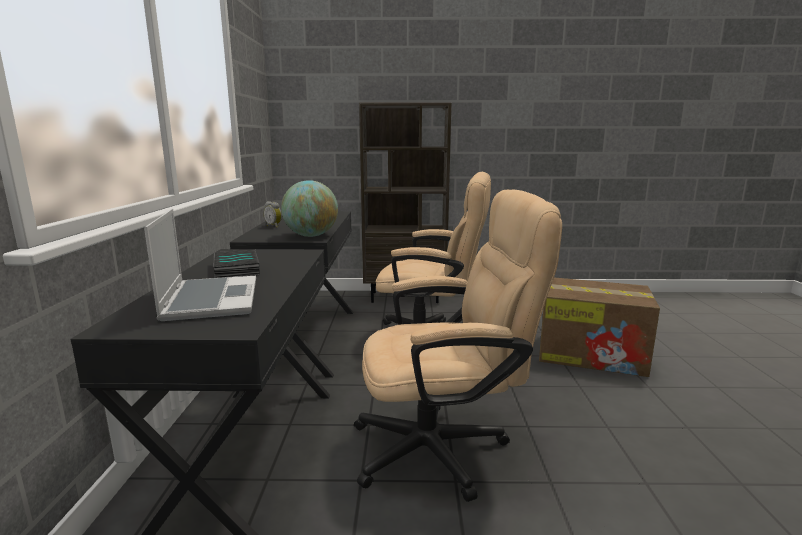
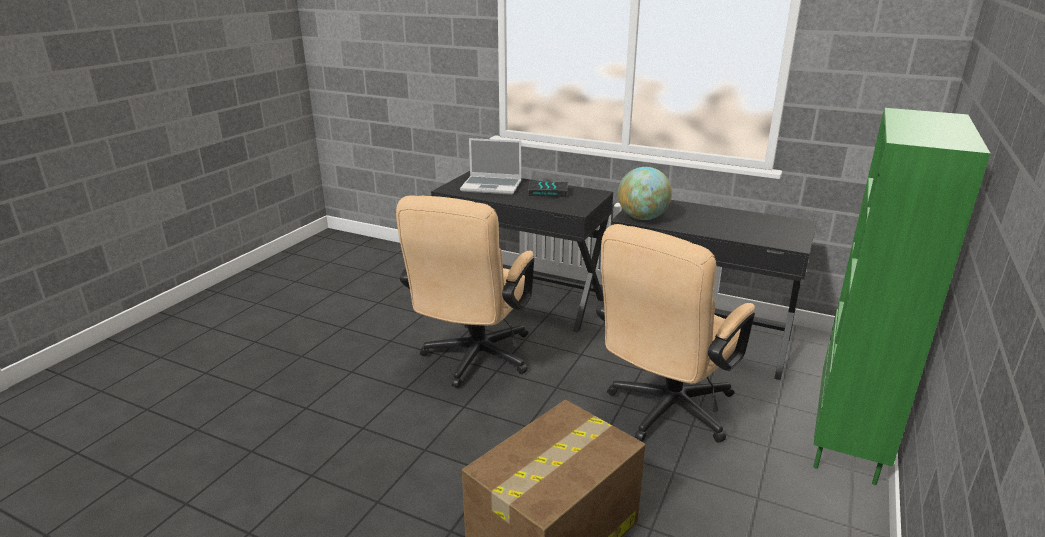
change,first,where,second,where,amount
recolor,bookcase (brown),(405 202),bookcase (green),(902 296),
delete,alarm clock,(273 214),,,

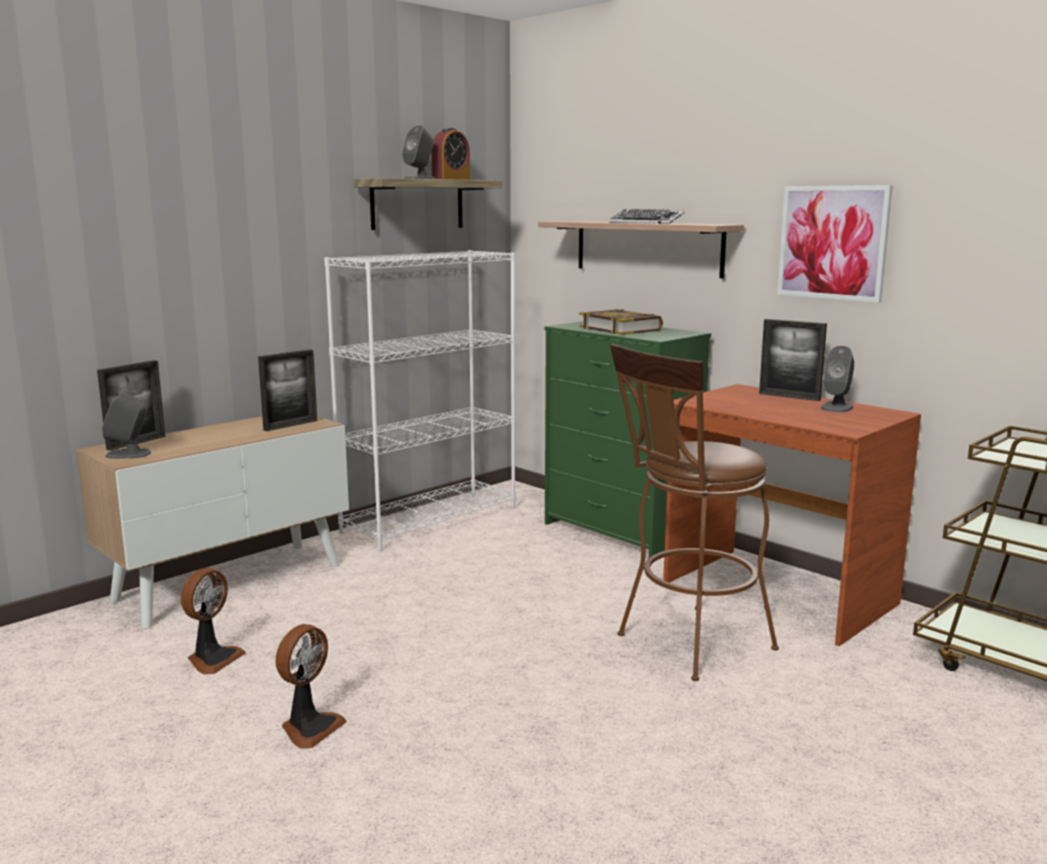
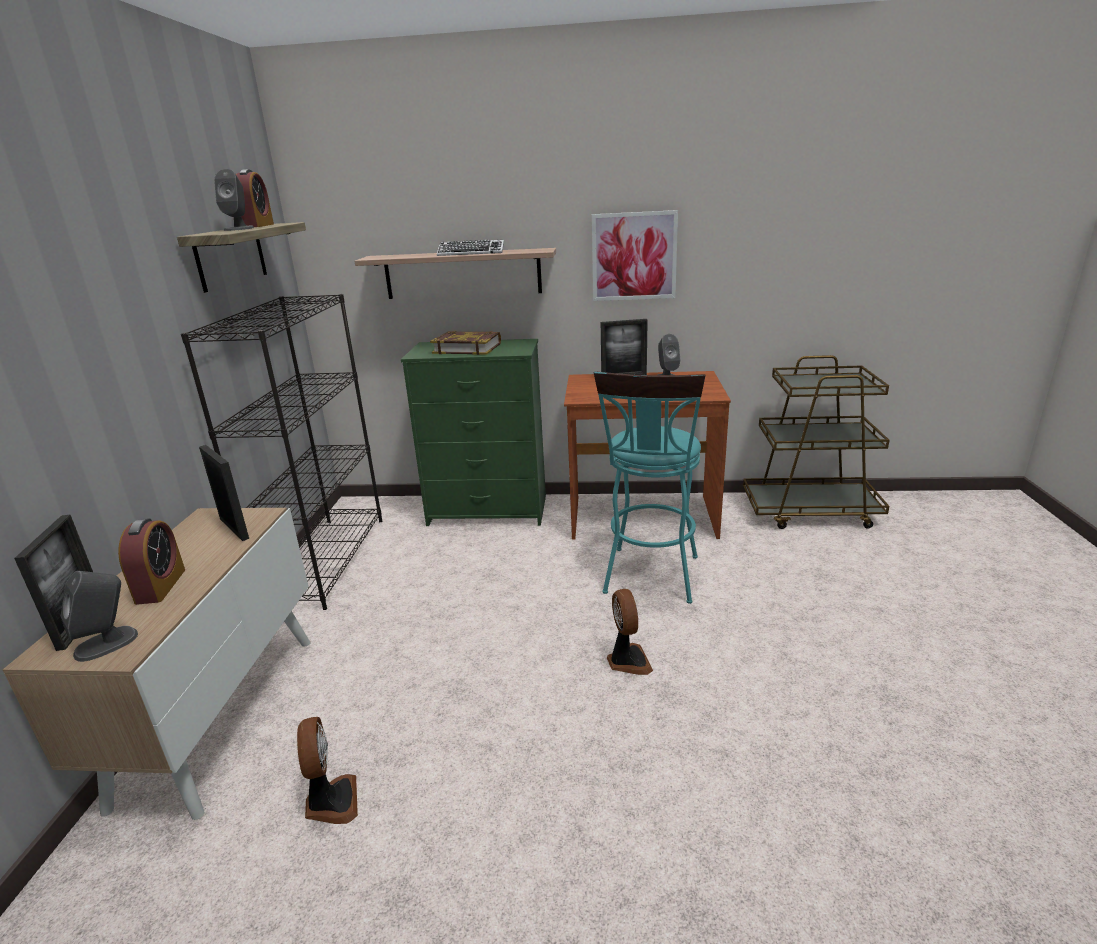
change,first,where,second,where,amount
recolor,bookcase (white),(420 400),bookcase (black),(281 452),
recolor,stool (brown),(694 512),stool (turquoise),(649 487),
rotate,picture frame,(287 390),,(224 493),45 degrees counterclockwise
move,fan,(311 686),,(630 632),
insert,,,alarm clock,(151 561),

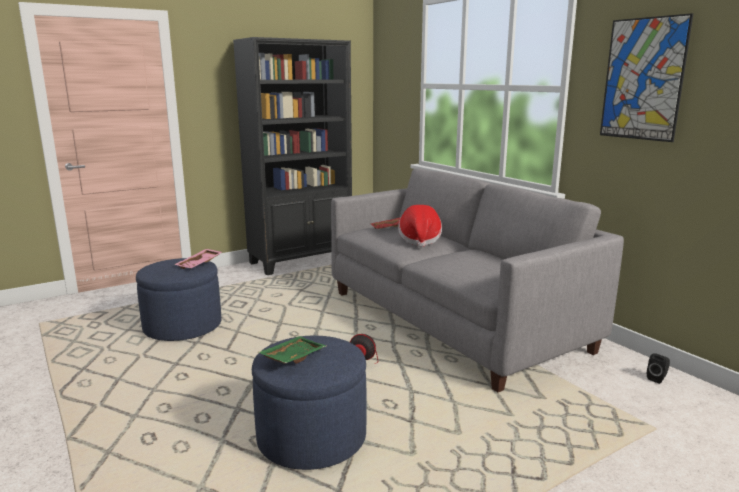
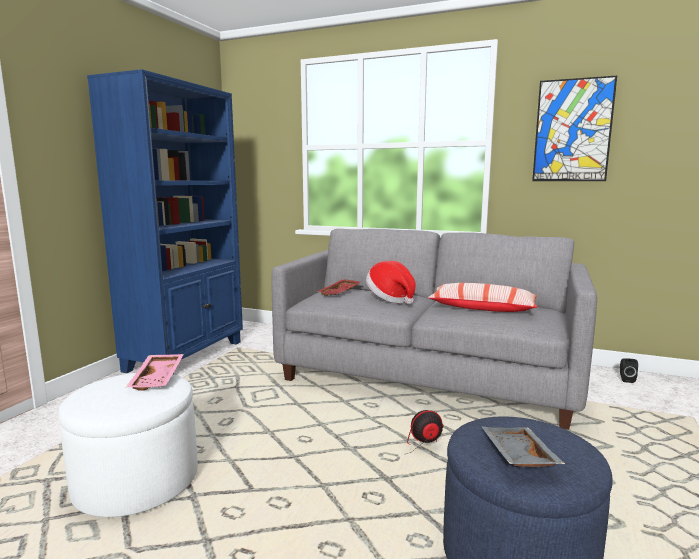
change,first,where,second,where,amount
recolor,bookcase (black),(292 156),bookcase (blue),(165 221),
recolor,ottoman (blue),(178 299),ottoman (white),(128 445),
recolor,tray (green),(292 350),tray (grey),(523 447),
insert,,,pillow,(482 297),

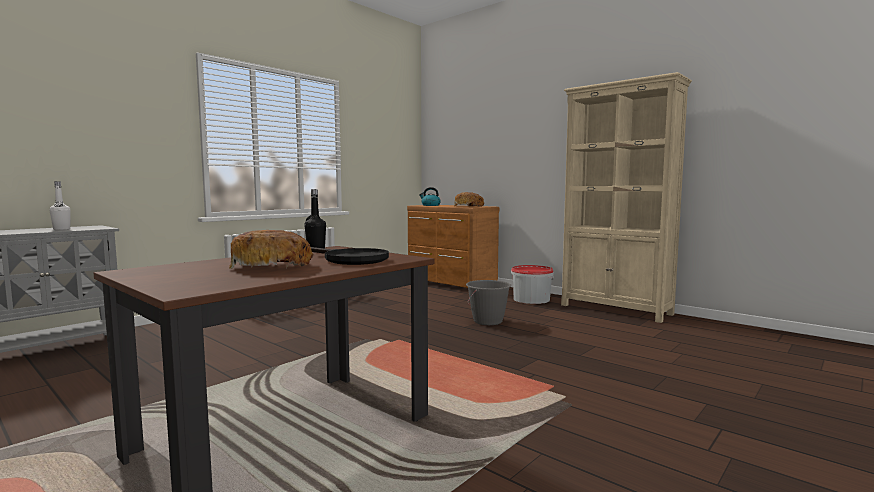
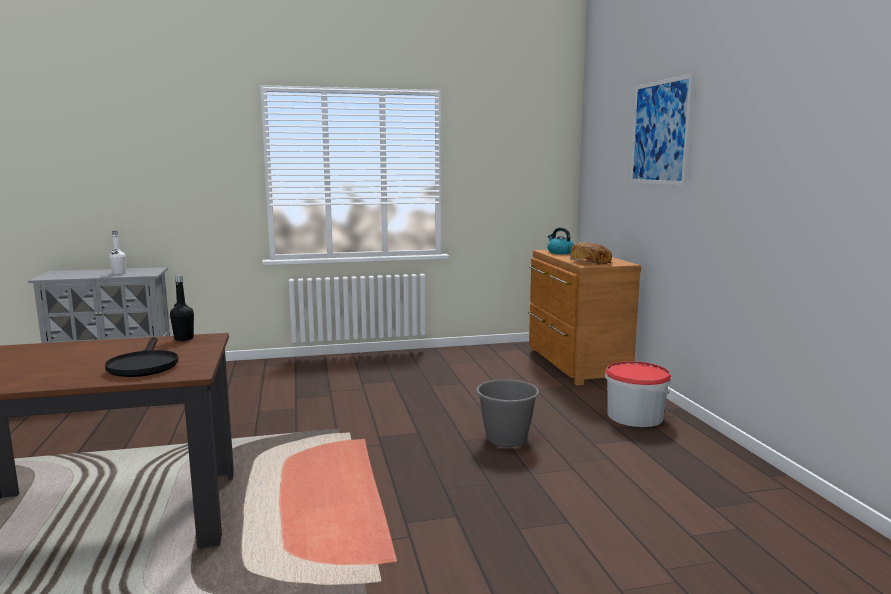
change,first,where,second,where,amount
delete,bookcase (beige),(626 197),,,
delete,bread,(271 249),,,
insert,,,picture,(662 129),

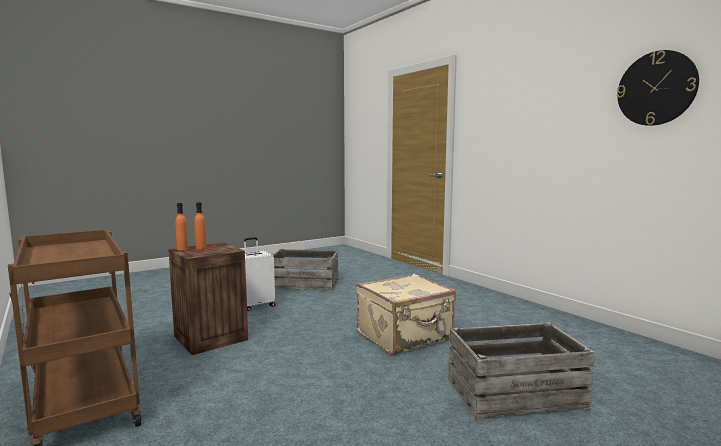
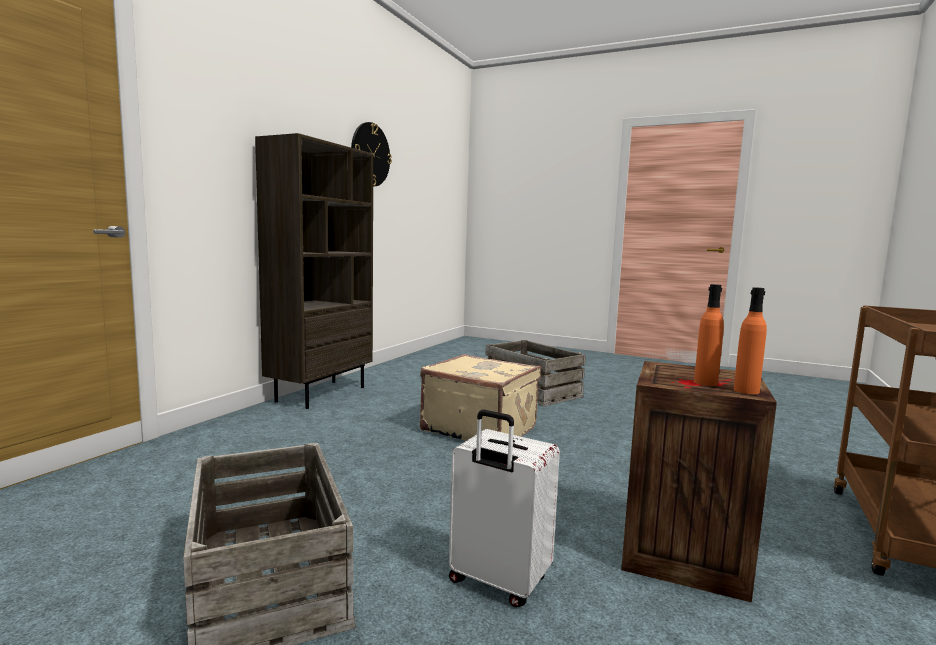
change,first,where,second,where,amount
insert,,,bookcase (brown),(314 271),

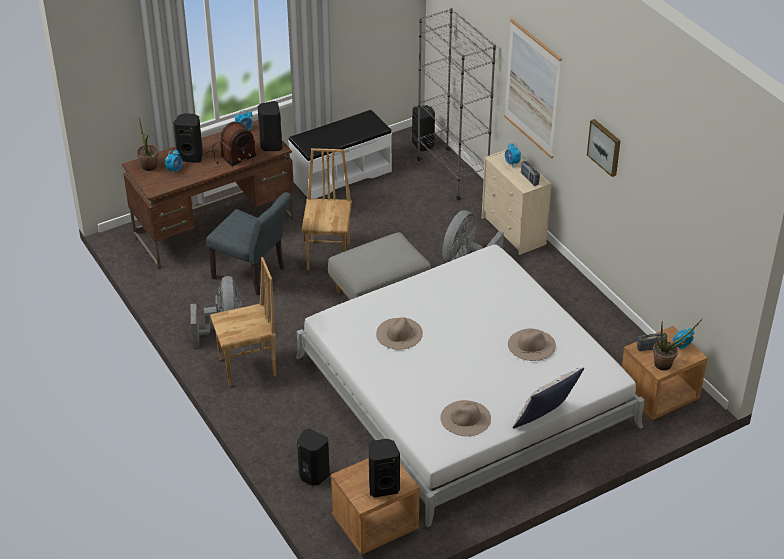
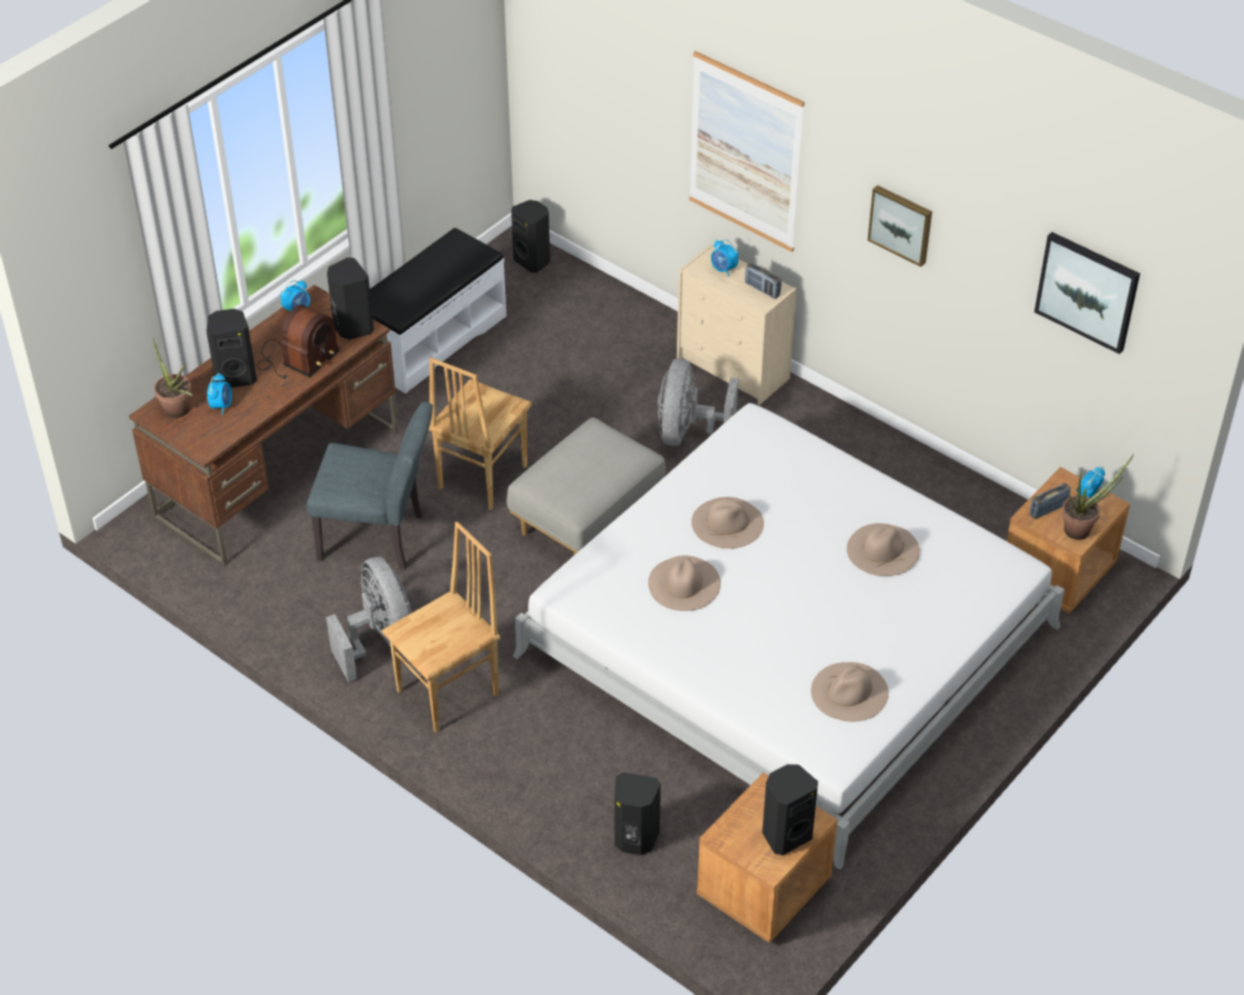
change,first,where,second,where,amount
delete,bookcase (grey),(456 104),,,
rotate,chair (brown),(327 209),,(480 434),135 degrees counterclockwise
delete,pillow,(548 397),,,
insert,,,picture,(1087 293),
insert,,,hat (beige),(727 523),

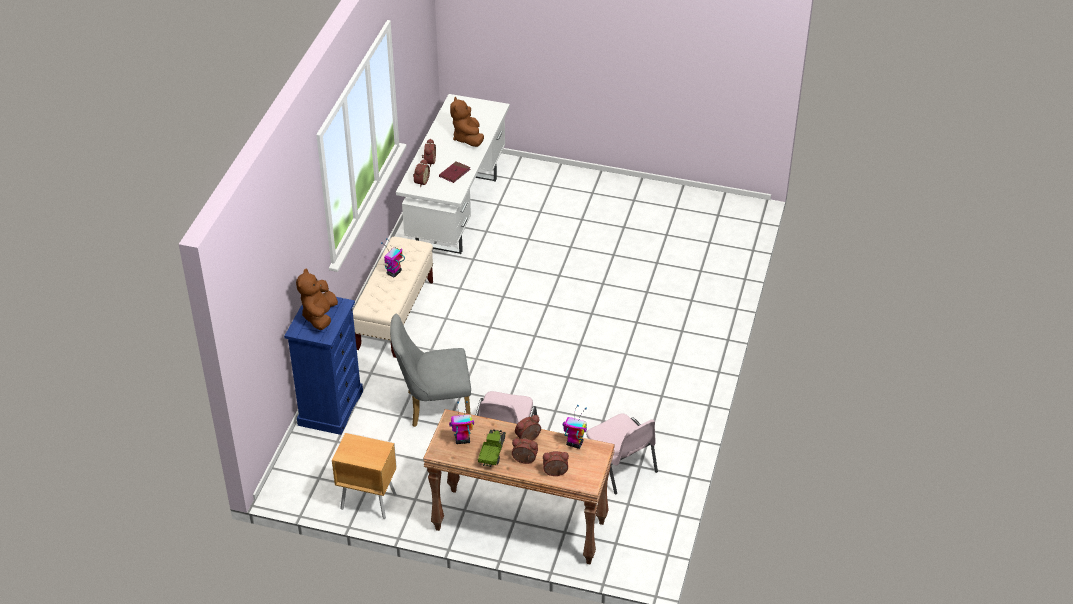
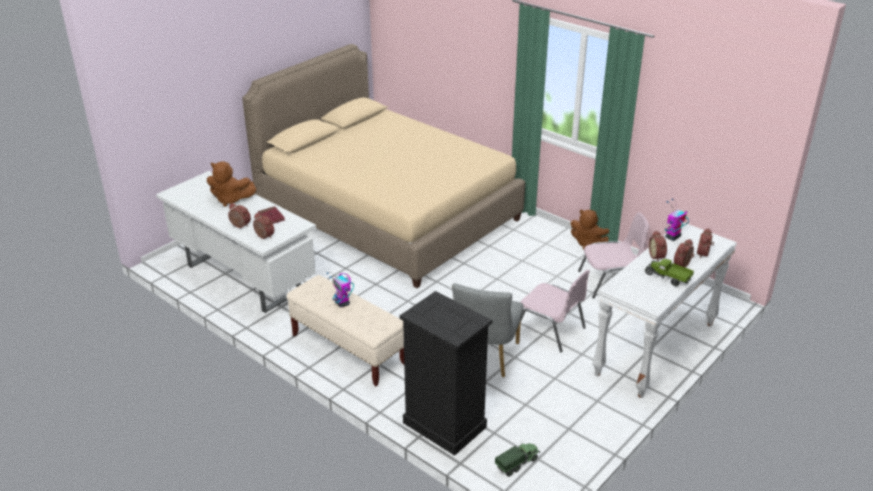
change,first,where,second,where,amount
move,plush toy (brown),(317 299),,(589 229),
recolor,dresser (blue),(323 366),dresser (black),(446 373),
delete,toy robot,(461 422),,,
recolor,console table (brown),(519 486),console table (white),(664 310),
delete,nightstand (brown),(364 475),,,
insert,,,bed (beige),(383 166),
insert,,,toy truck,(518 459),

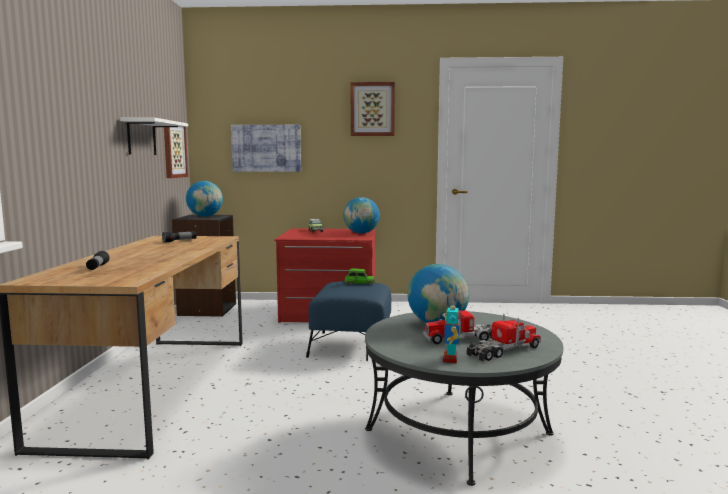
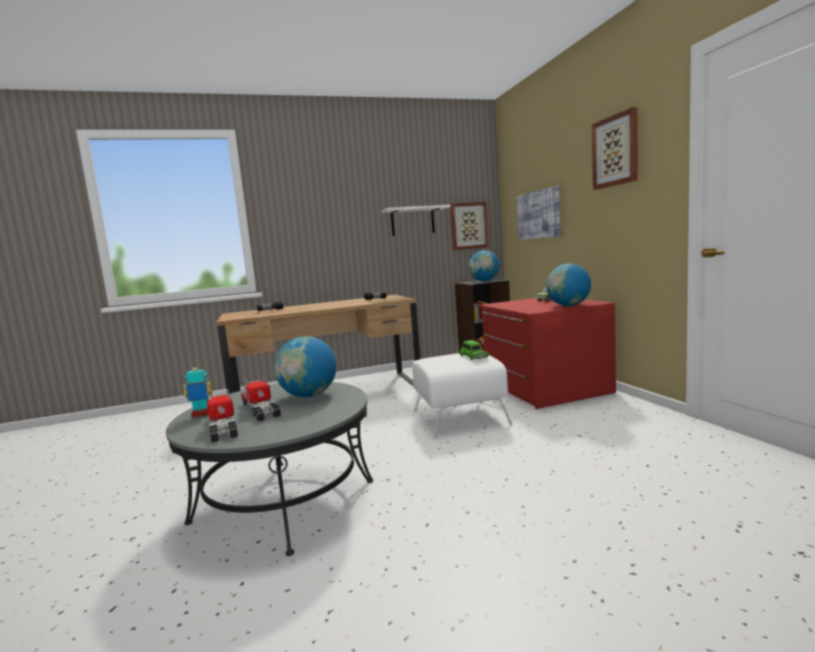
change,first,where,second,where,amount
recolor,ottoman (blue),(348 319),ottoman (white),(462 396),
rotate,toy truck,(504 338),,(222 416),150 degrees counterclockwise

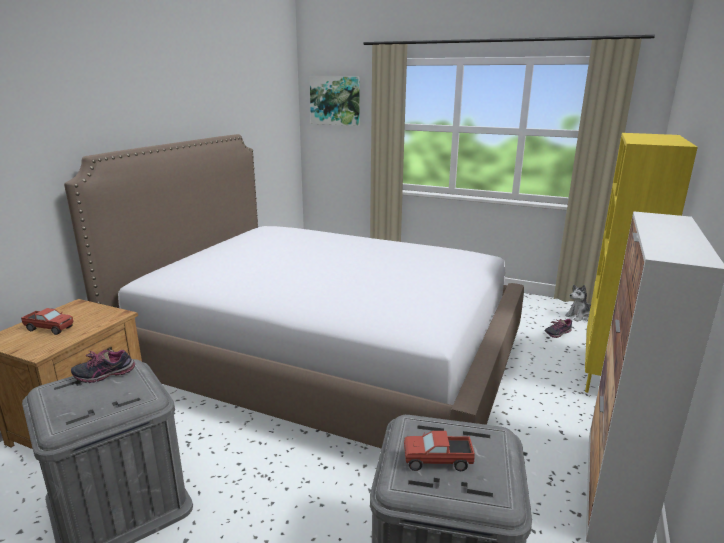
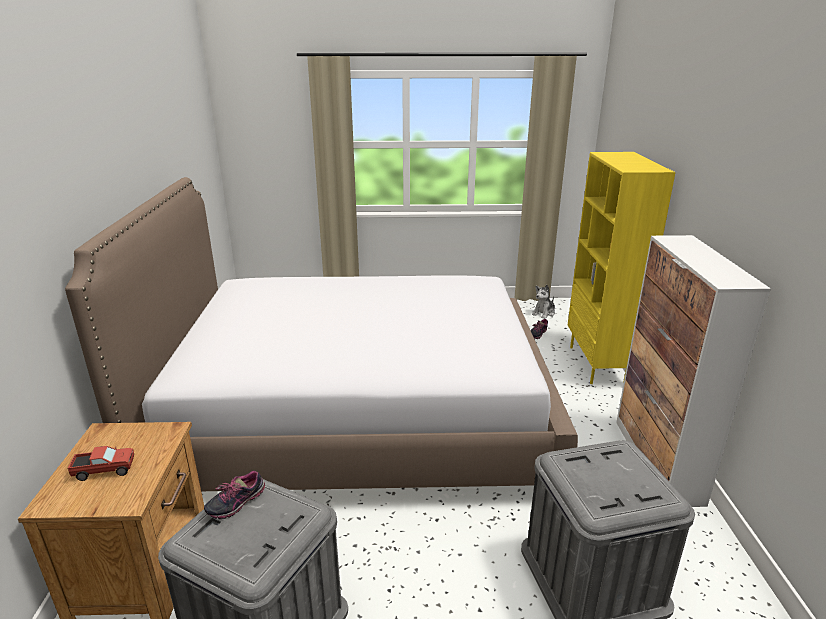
change,first,where,second,where,amount
delete,picture,(335 101),,,
delete,toy truck,(439 451),,,

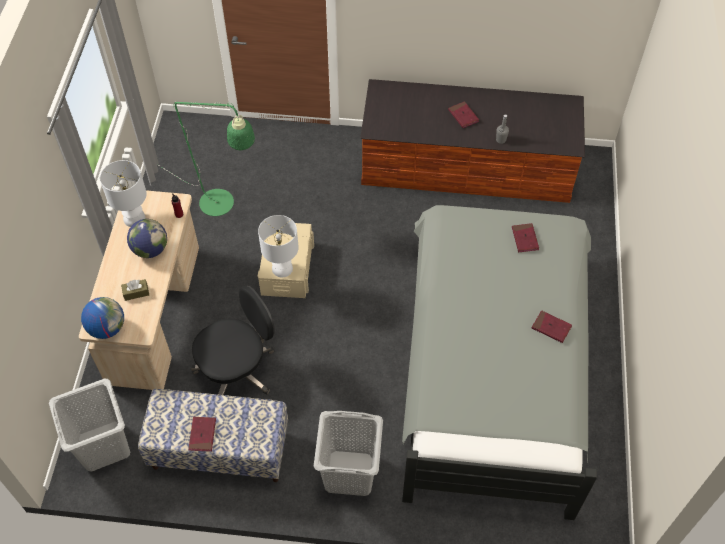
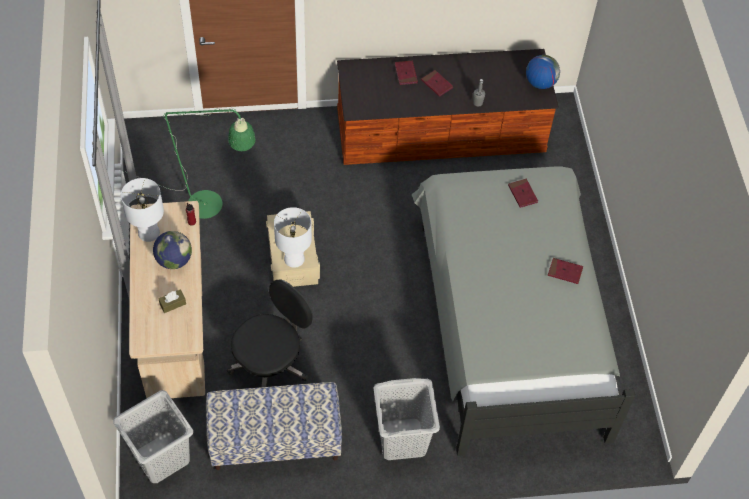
change,first,where,second,where,amount
move,globe,(102 318),,(543 72),
move,book (red),(202 434),,(406 73),

